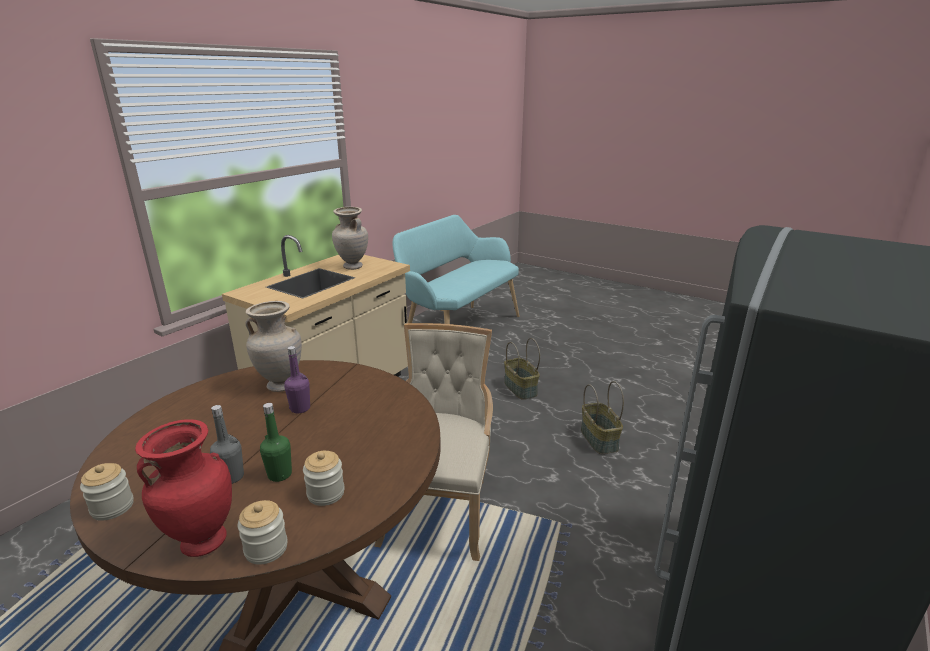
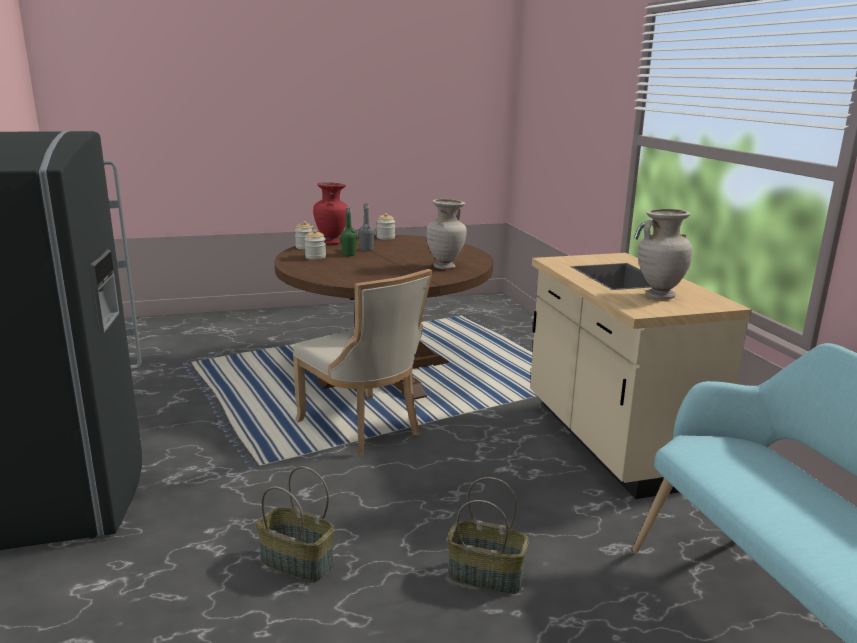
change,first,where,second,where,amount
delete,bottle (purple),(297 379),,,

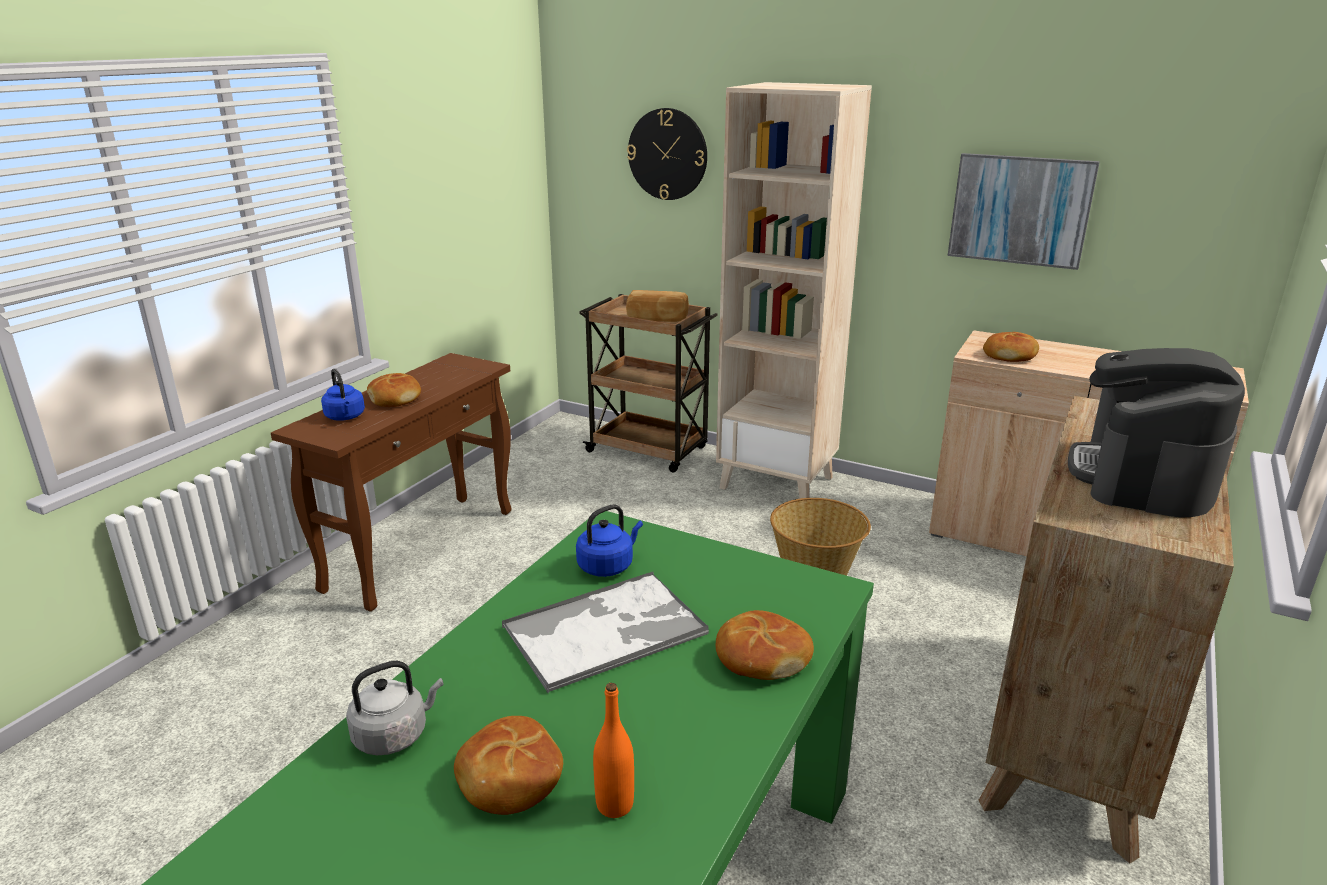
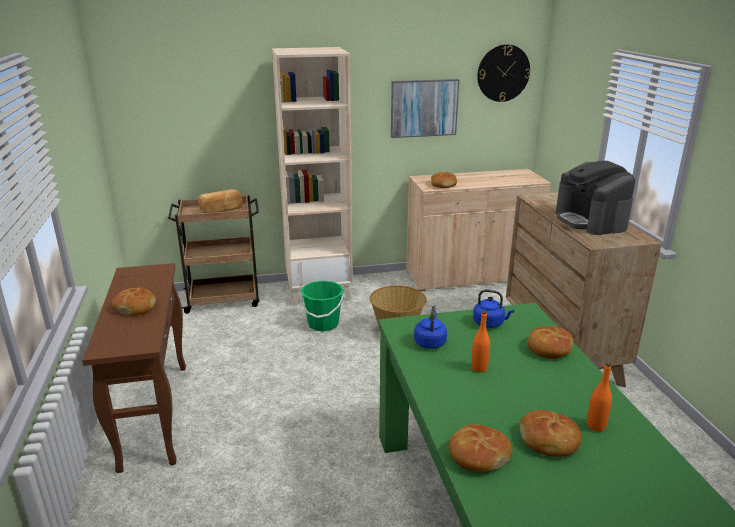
change,first,where,second,where,amount
move,wall clock,(667 154),,(504 73),
move,kettle (blue),(343 395),,(493 308),
replace,tray,(605 633),bottle (orange),(480 341),
replace,kettle (grey),(395 708),bread,(480 448),
insert,,,bucket (green),(322 306),

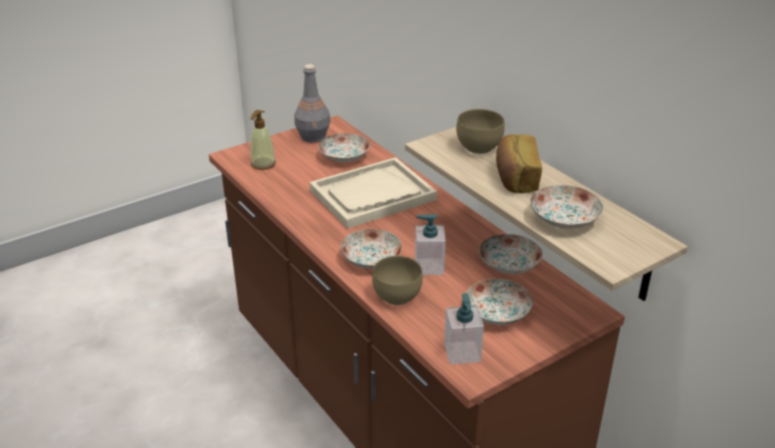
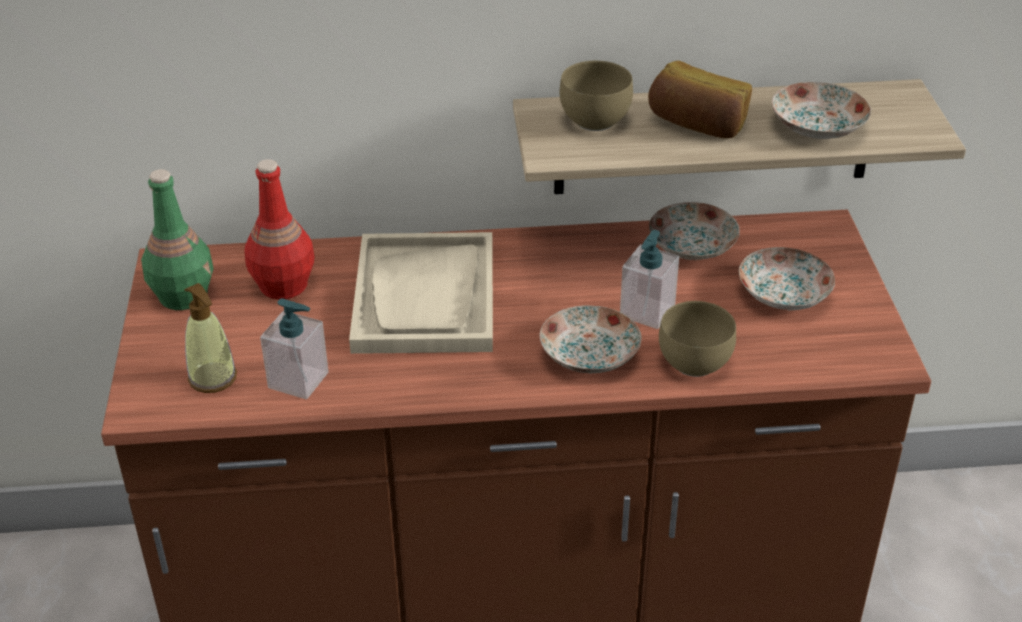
change,first,where,second,where,amount
recolor,bottle (grey),(312 103),bottle (green),(177 239),
replace,plate,(344 147),bottle (red),(279 229),
move,soap dispenser,(464 329),,(294 348),

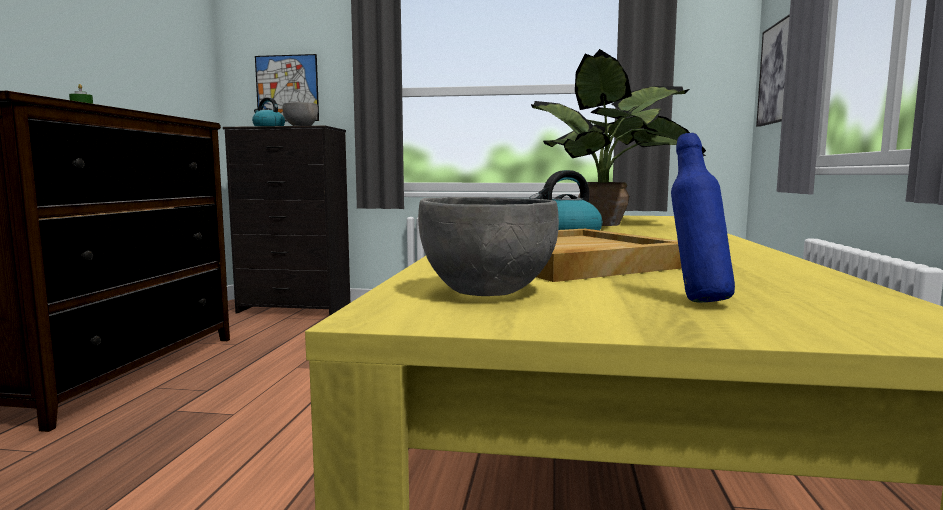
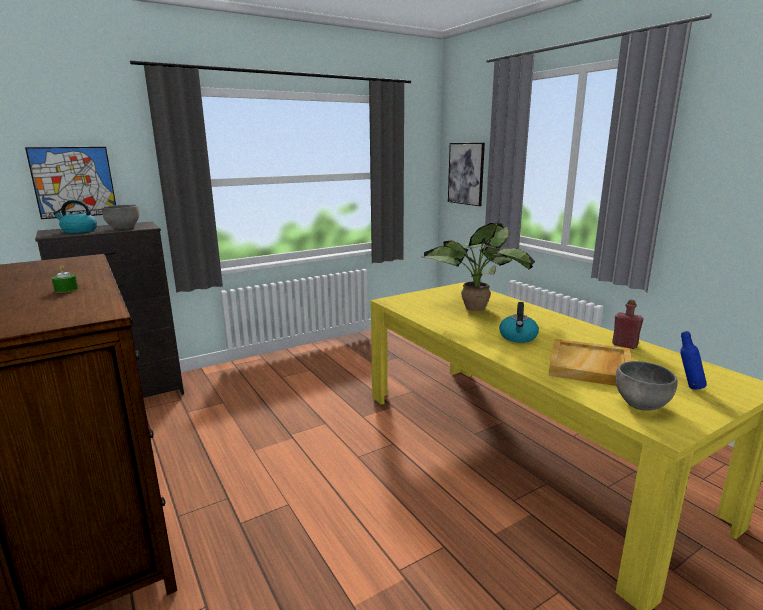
change,first,where,second,where,amount
insert,,,bottle (red),(627 324),

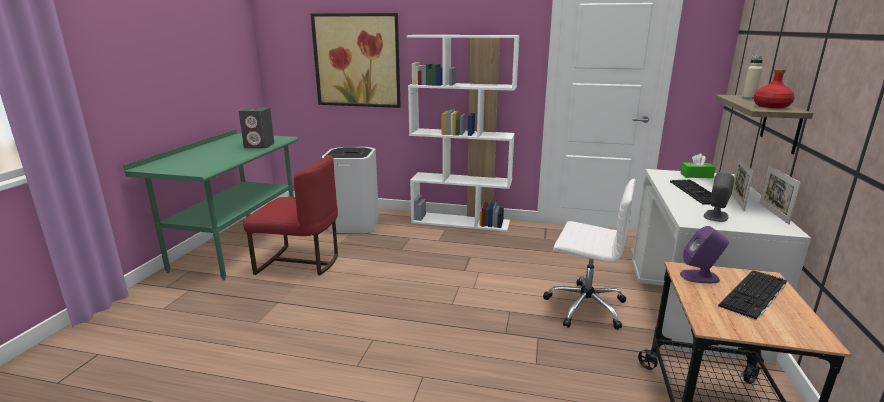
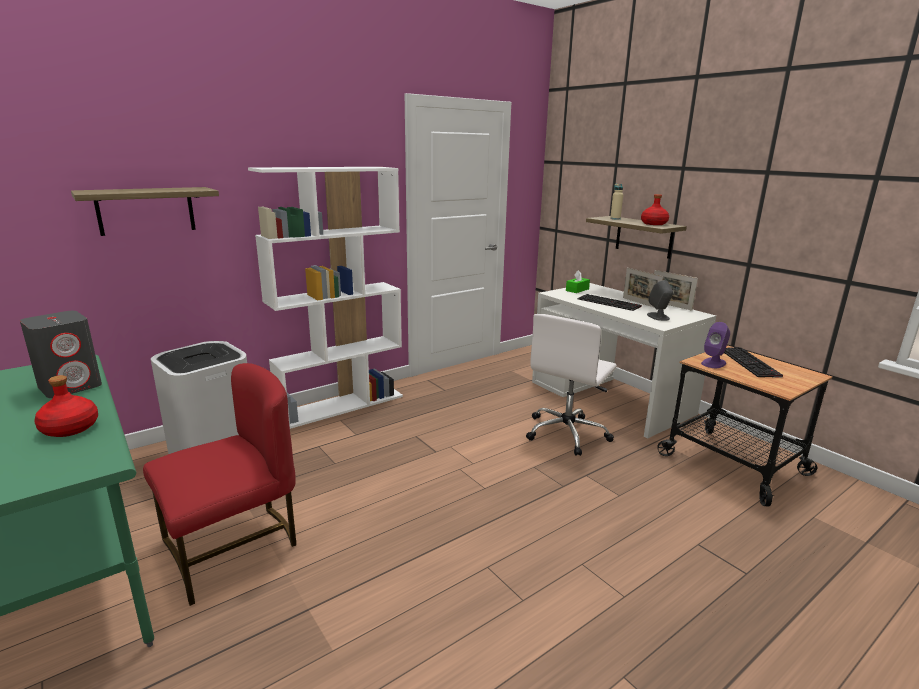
change,first,where,second,where,amount
replace,picture,(356 60),shelf,(145 211),
rotate,office chair (white),(590 254),,(571 385),150 degrees clockwise
insert,,,bottle (red),(66 406),

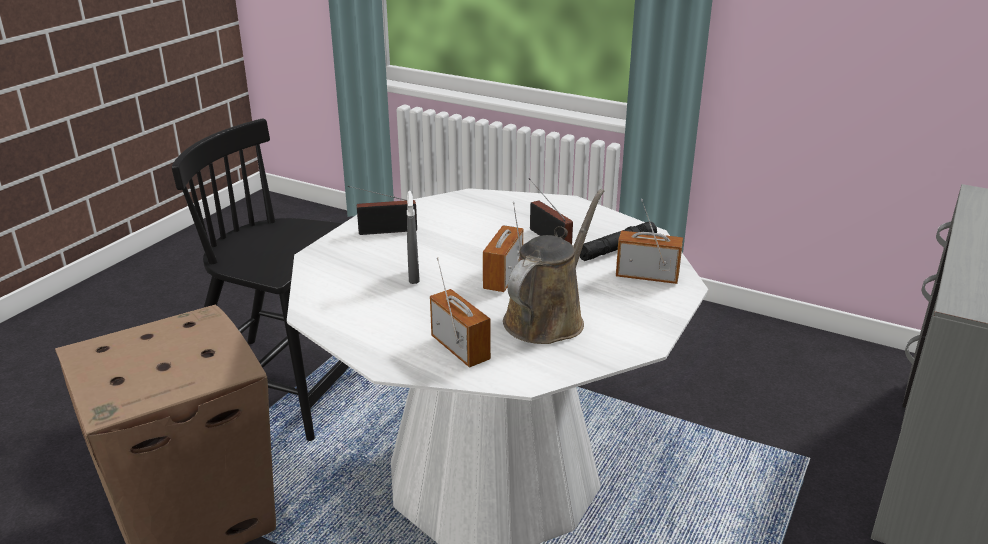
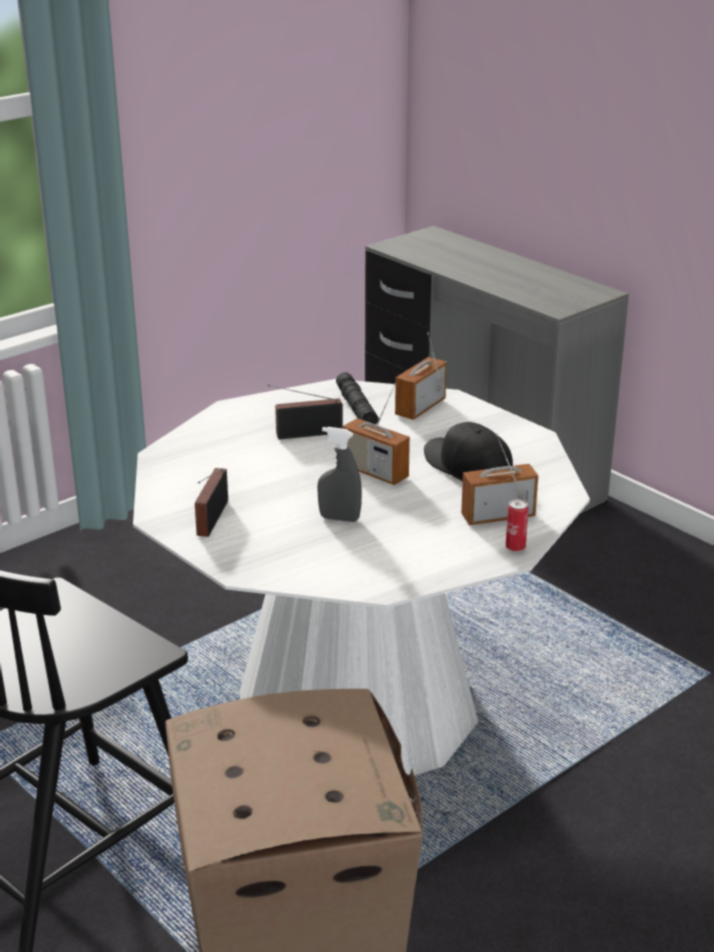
change,first,where,second,where,amount
replace,watering can (brown),(553 266),cap (black),(468 451),
insert,,,can,(517 525),

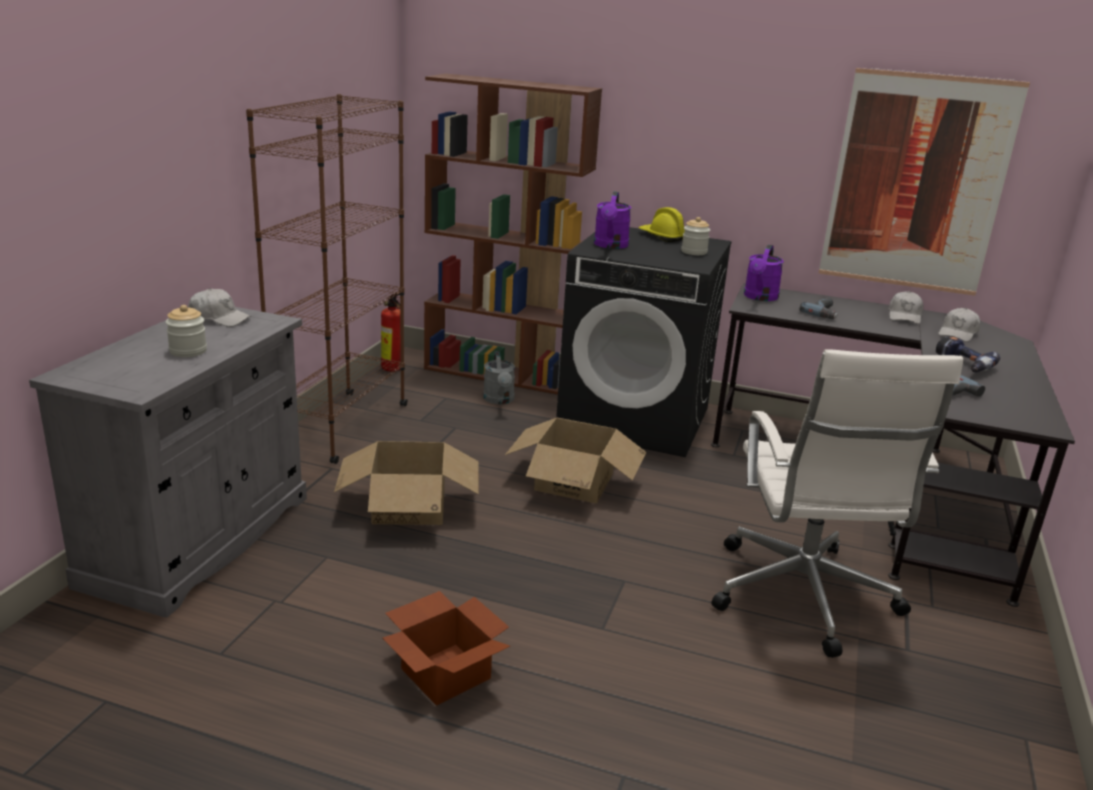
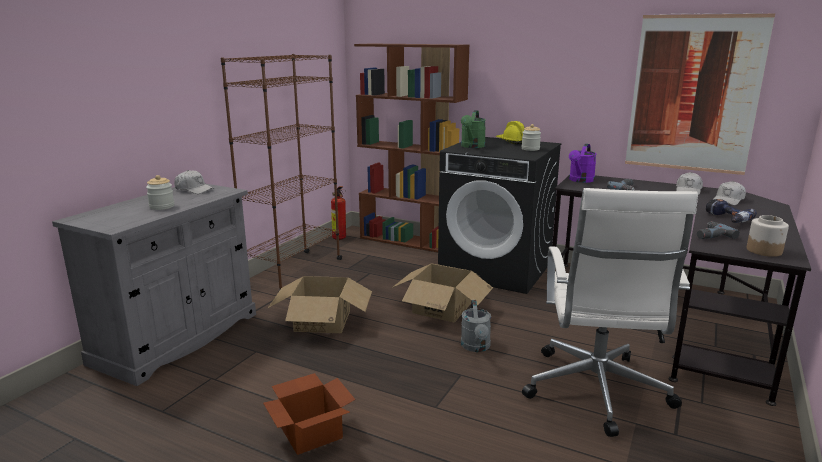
change,first,where,second,where,amount
recolor,watering can (purple),(612 220),watering can (green),(473 129),
move,watering can (grey),(499 377),,(476 326),
insert,,,jar,(767 236),

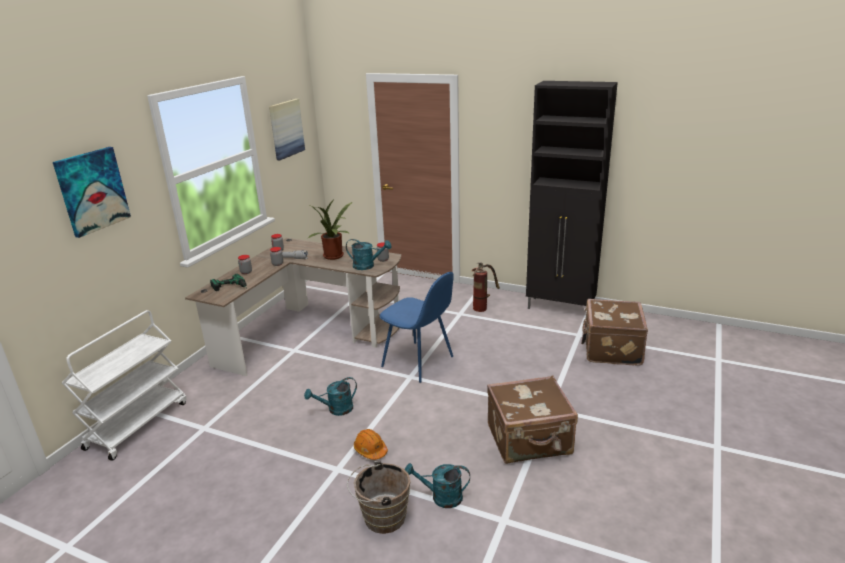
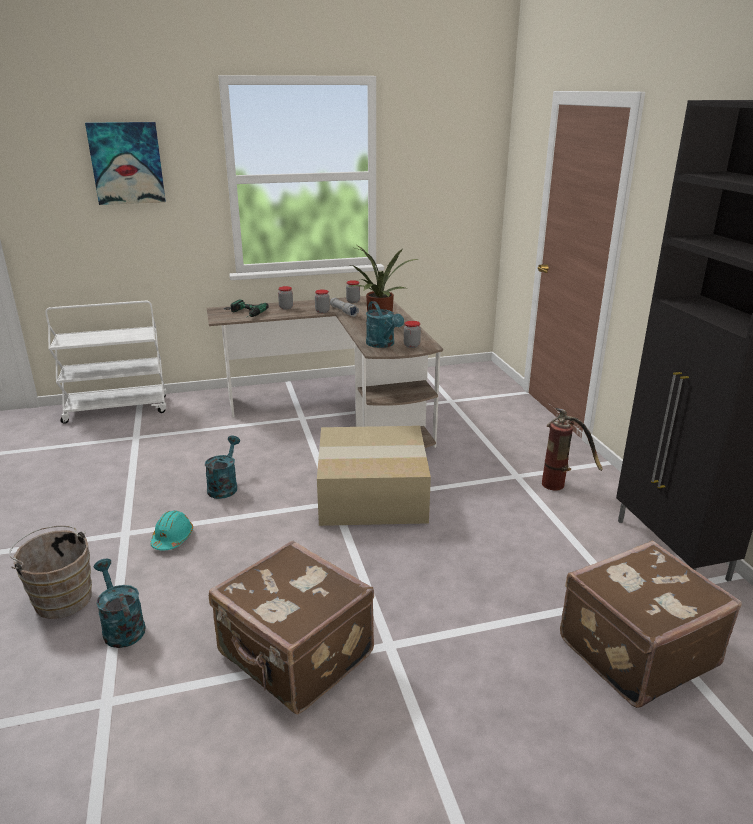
change,first,where,second,where,amount
delete,picture,(287 129),,,
replace,chair (blue),(417 327),cardboard box,(374 476),
rotate,watering can (turquoise),(330 396),,(222 467),75 degrees clockwise
recolor,hard hat (orange),(371 444),hard hat (turquoise),(171 530),

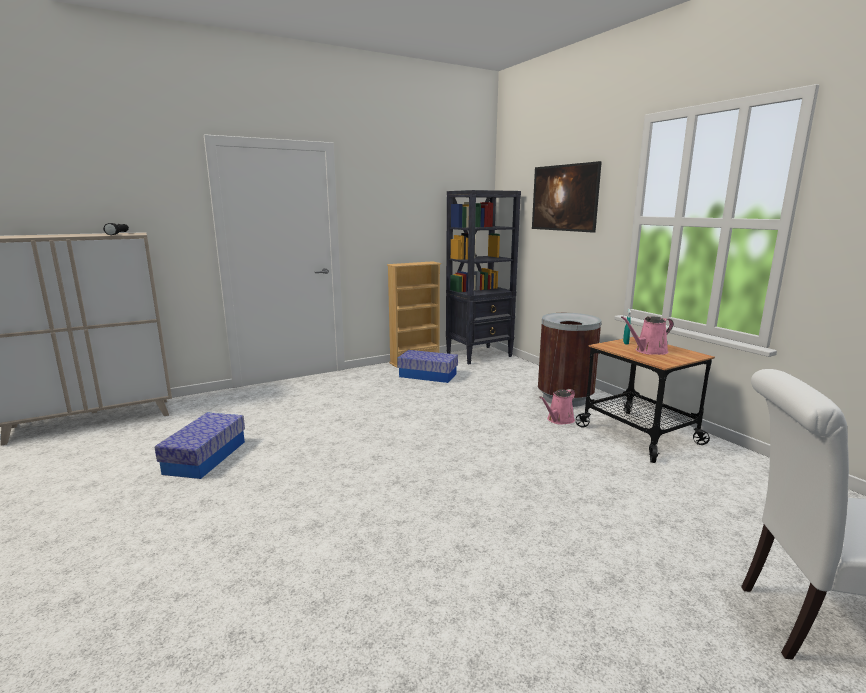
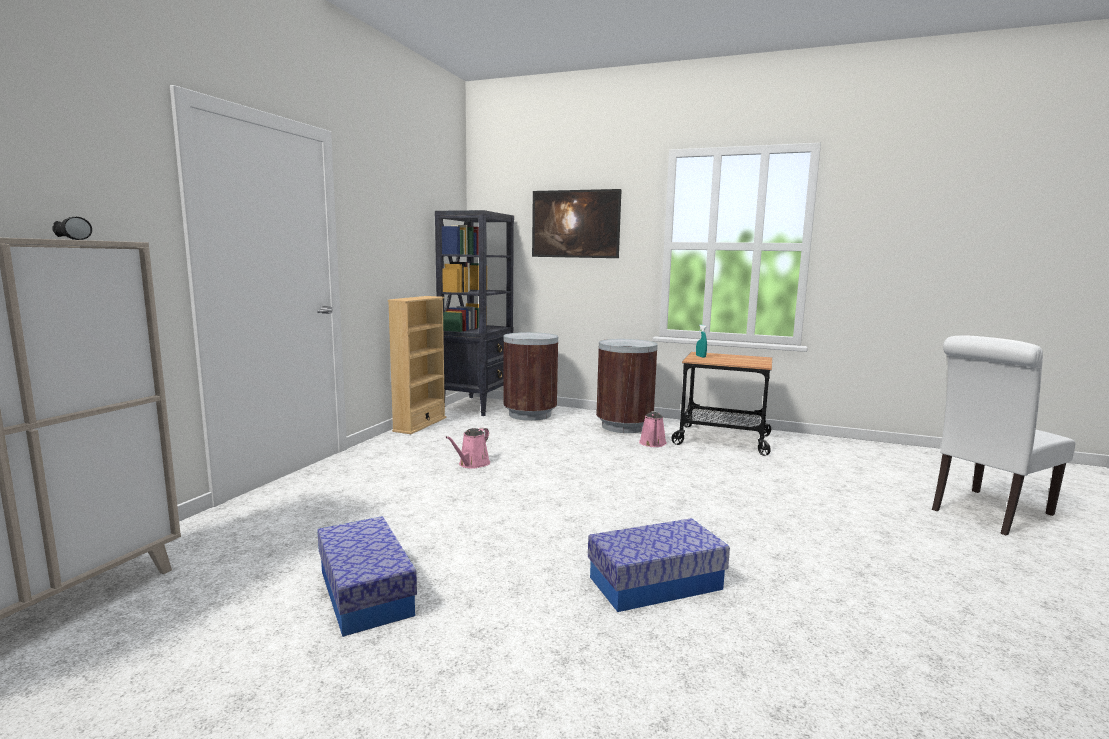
change,first,where,second,where,amount
move,watering can (pink),(647 335),,(467 448),
move,storage box,(427 366),,(659 565),
insert,,,trash can (brown),(530 376),

